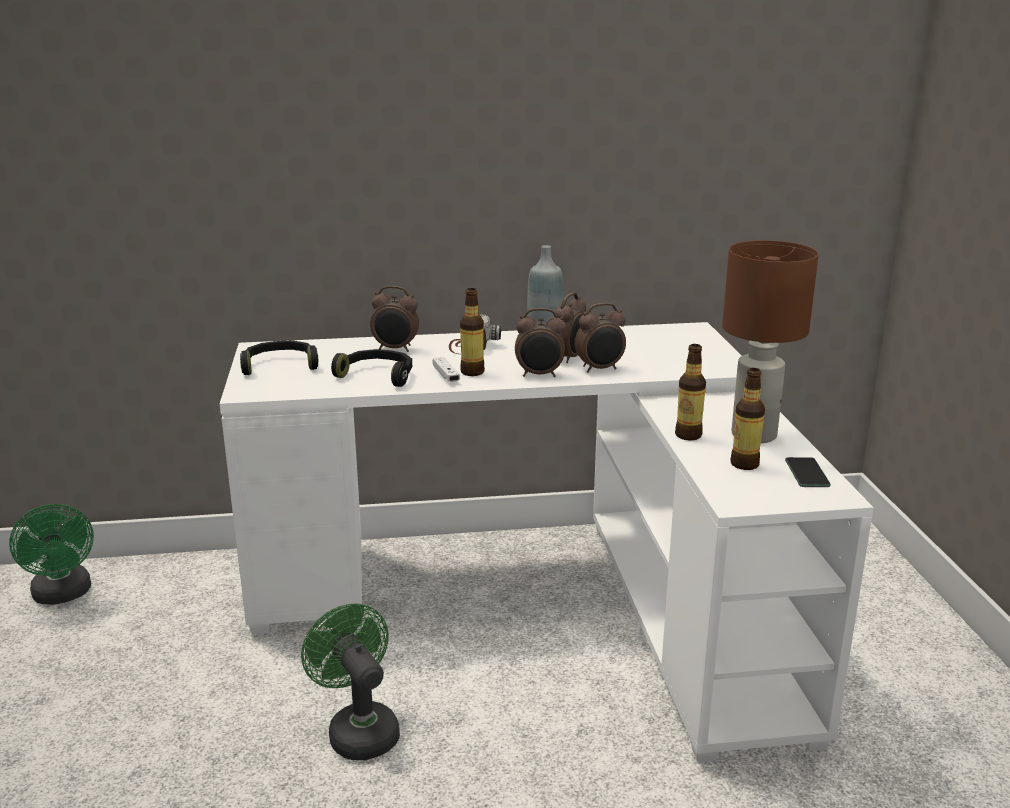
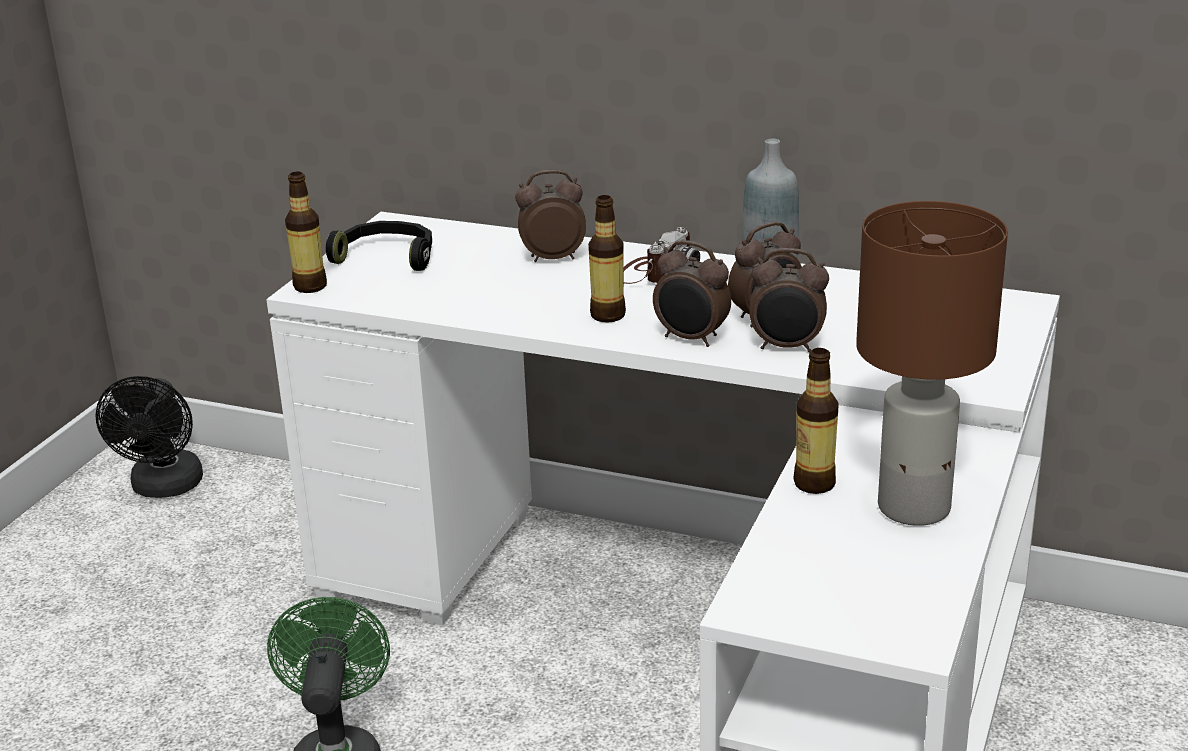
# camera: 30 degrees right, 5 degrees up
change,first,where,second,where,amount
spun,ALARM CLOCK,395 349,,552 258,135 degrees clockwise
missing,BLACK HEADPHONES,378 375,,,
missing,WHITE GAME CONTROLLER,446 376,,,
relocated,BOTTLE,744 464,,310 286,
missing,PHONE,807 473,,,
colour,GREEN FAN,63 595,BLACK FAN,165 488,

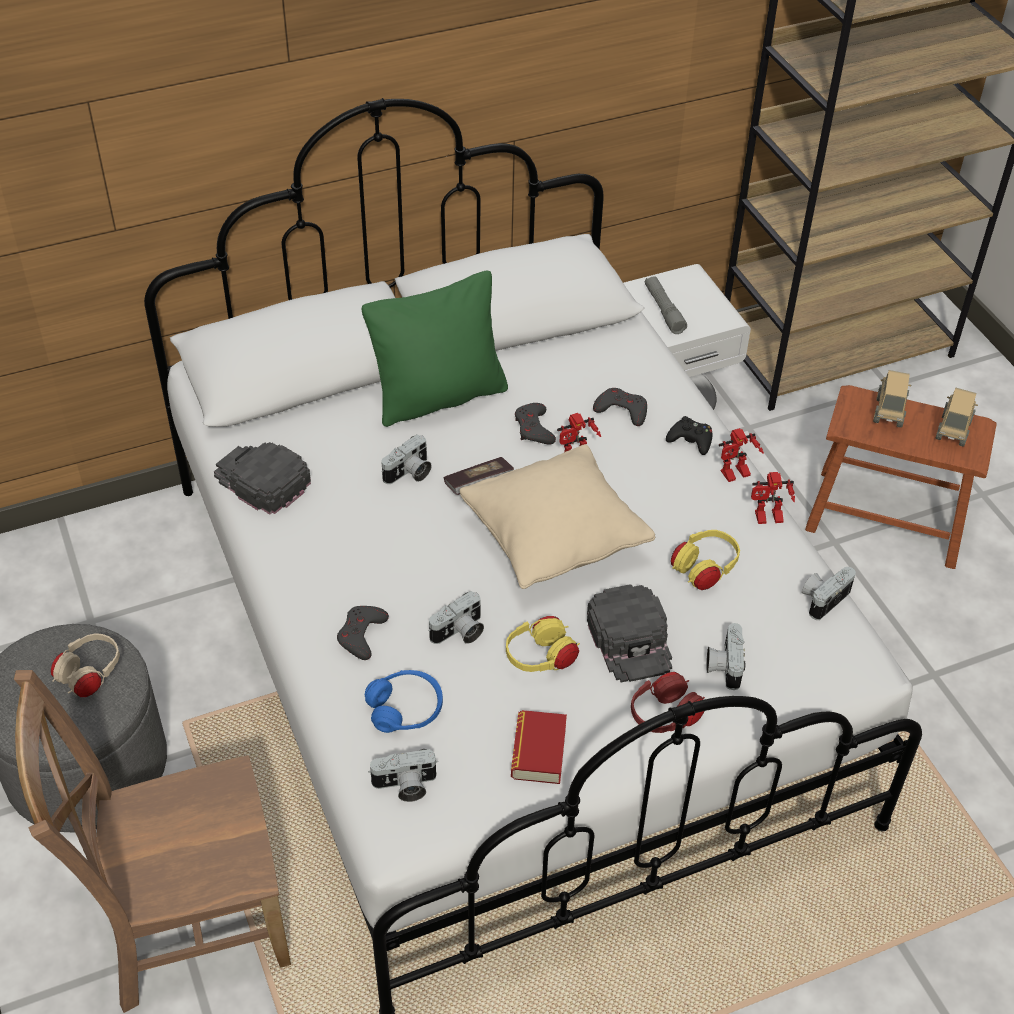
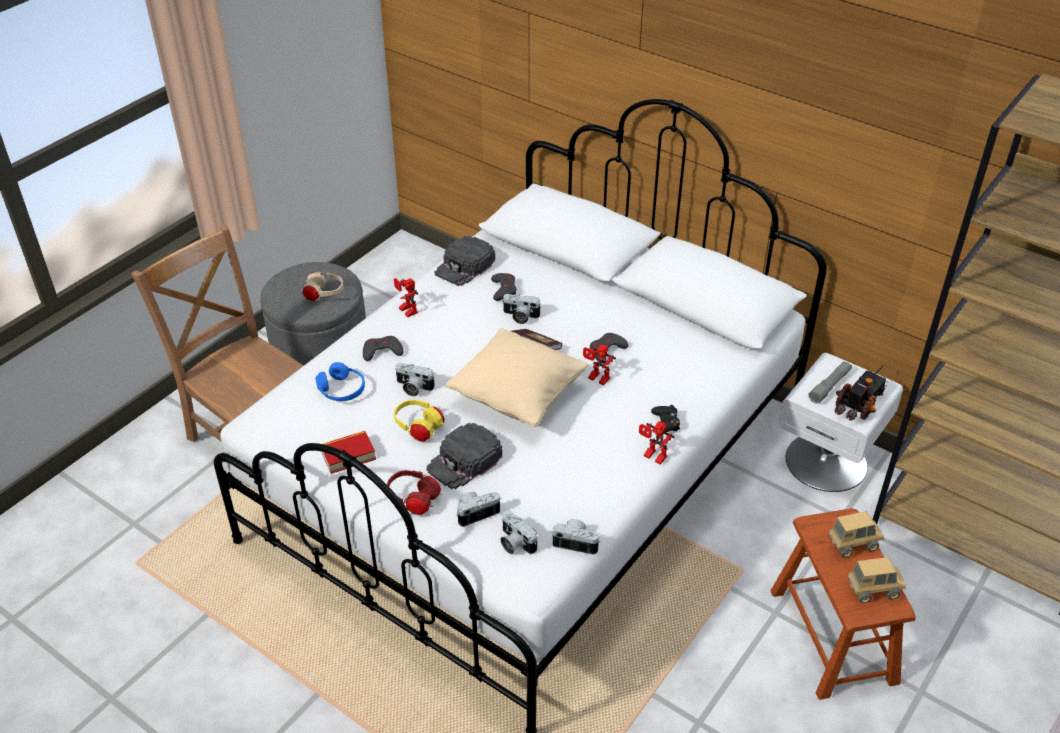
# camera: 60 degrees right, 5 degrees down
change,first,where,second,where,amount
missing,GREEN PILLOW,439 397,,,
relocated,GREY GAME CONTROLLER,622 410,,504 289,
spun,BLACK CAP,261 480,,465 266,150 degrees counterclockwise
relocated,TOY ROBOT,767 519,,405 311,
missing,YELLOW HEADPHONES,704 570,,,
relocated,PHOTO CAMERA,405 786,,514 543,
appeared,,,TOY TRUCK,859 404,

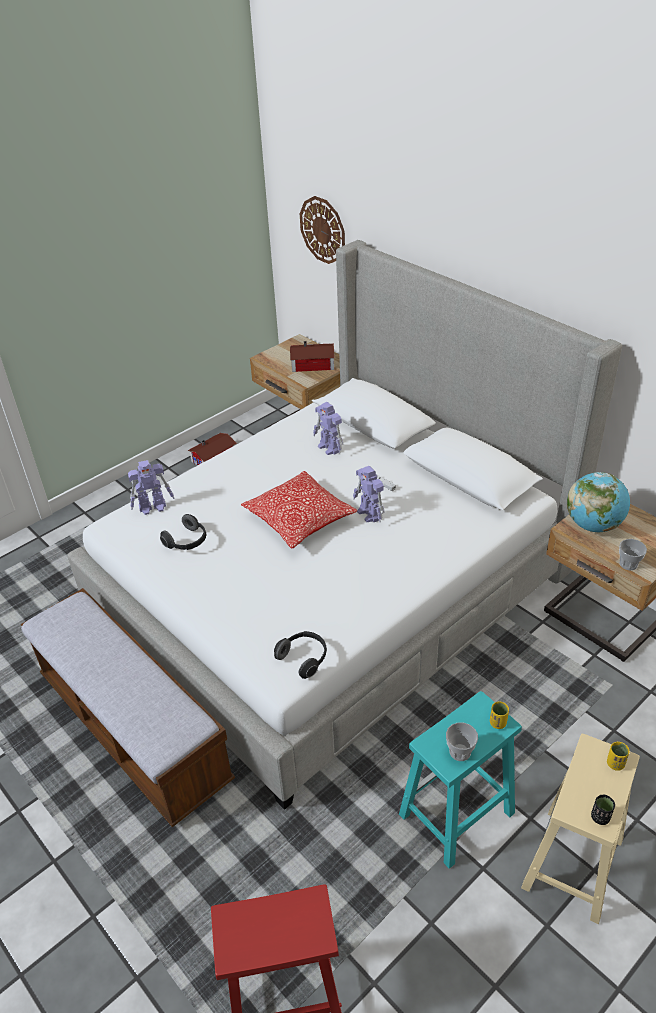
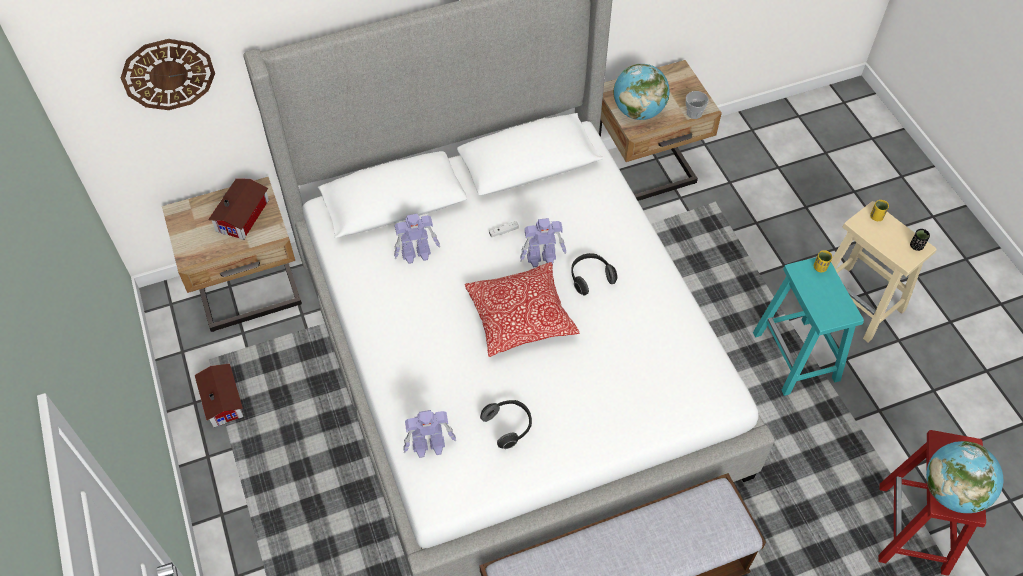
# camera: 70 degrees left, 15 degrees up
change,first,where,second,where,amount
spun,TOY ROBOT,153 507,,430 446,75 degrees clockwise
relocated,HEADPHONES,304 658,,590 278,
missing,CUP,460 752,,,
appeared,,,GLOBE,952 491,

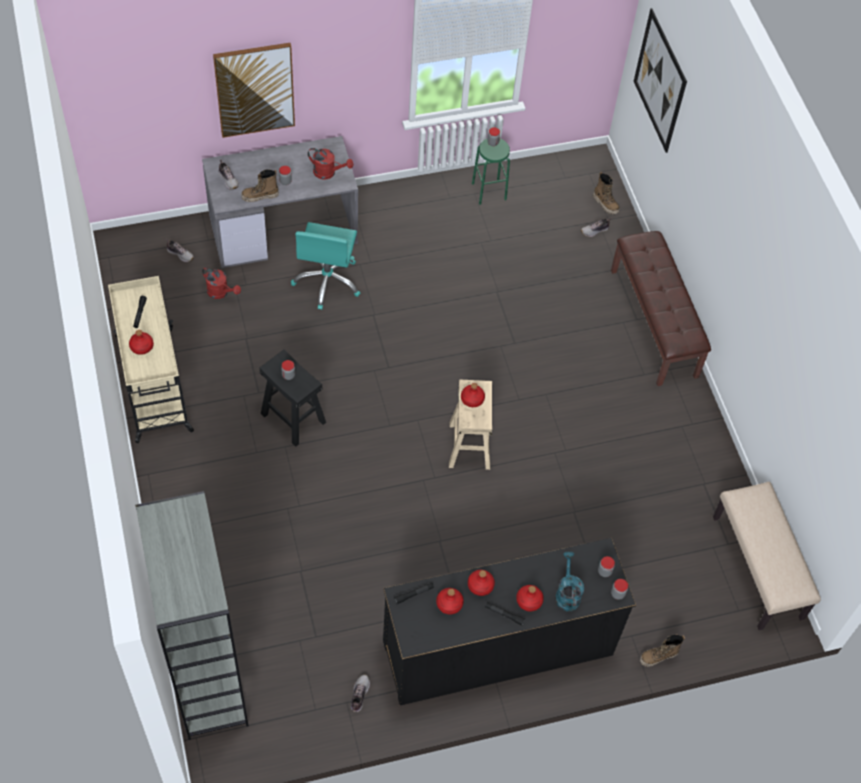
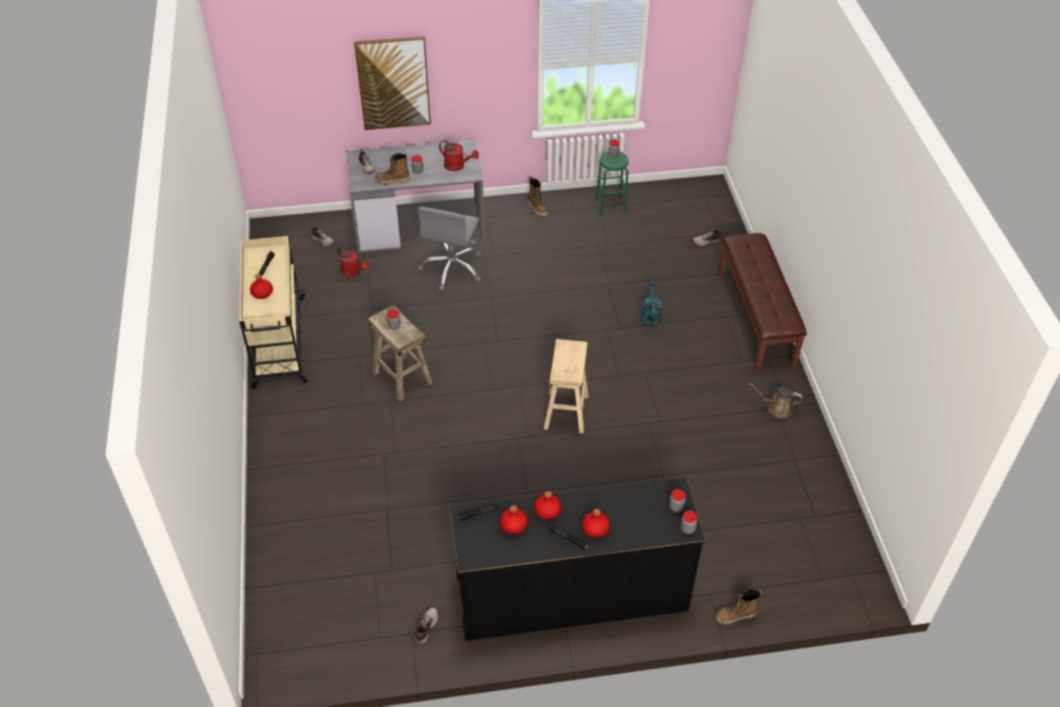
# camera: 10 degrees right, 10 degrees down
change,first,where,second,where,amount
missing,PICTURE,659 81,,,
relocated,BOOT,605 204,,537 209,
colour,TURQUOISE OFFICE CHAIR,327 281,GREY OFFICE CHAIR,452 268,
colour,BLACK STOOL,292 418,BEIGE STOOL,401 377,
missing,RED BOTTLE,472 399,,,
missing,BEIGE BENCH,758 567,,,
missing,GREY BOOKCASE,207 677,,,
relocated,TURQUOISE WATERING CAN,567 593,,650 315,
appeared,,,BROWN WATERING CAN,776 408,

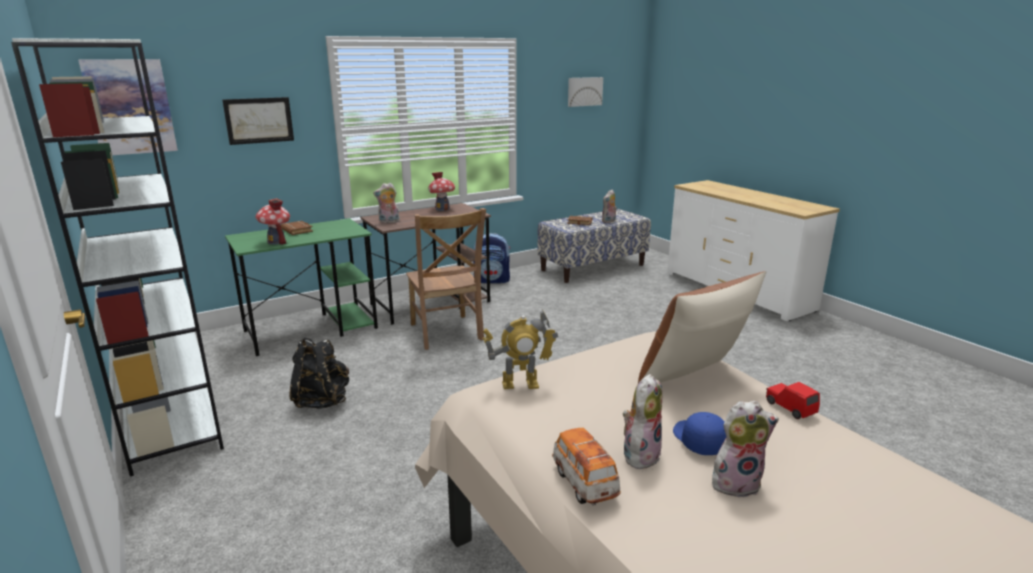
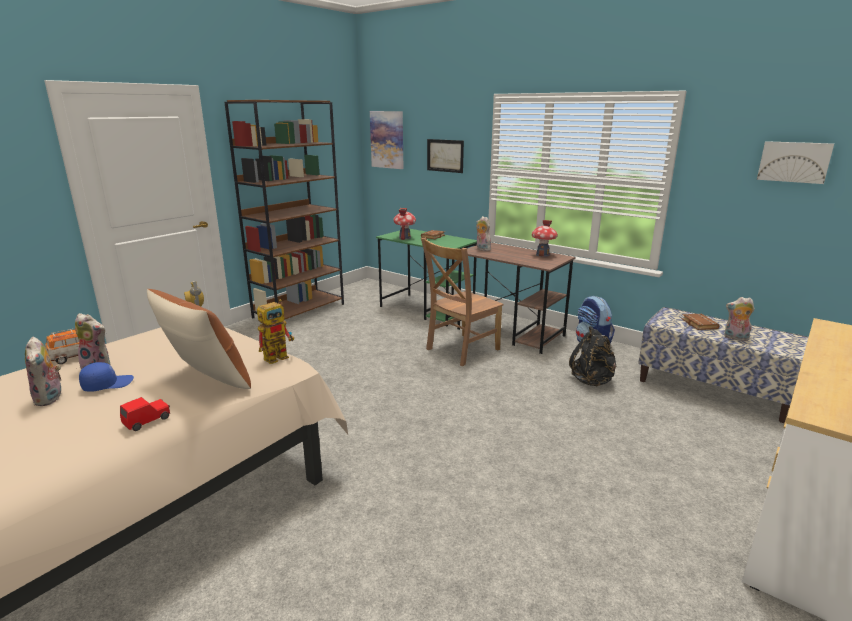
# camera: 70 degrees right, 0 degrees up
change,first,where,second,where,amount
colour,WHITE BOOKCASE,170 422,BROWN BOOKCASE,299 310,
relocated,BLACK BACKPACK,322 401,,592 380,
appeared,,,TOY ROBOT,279 356,

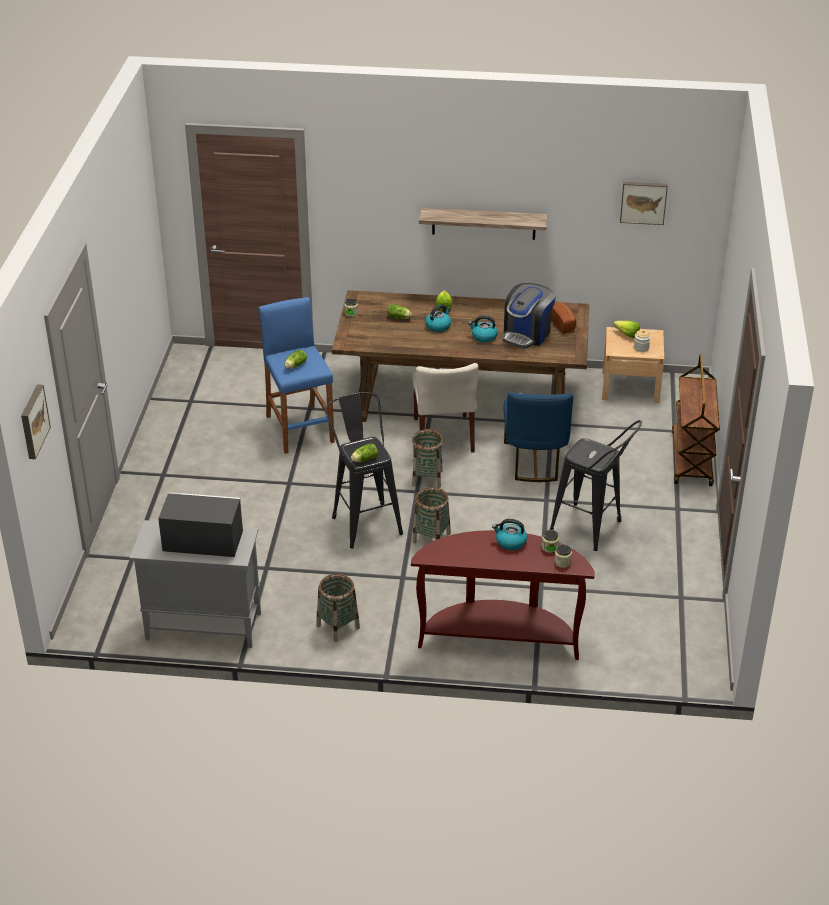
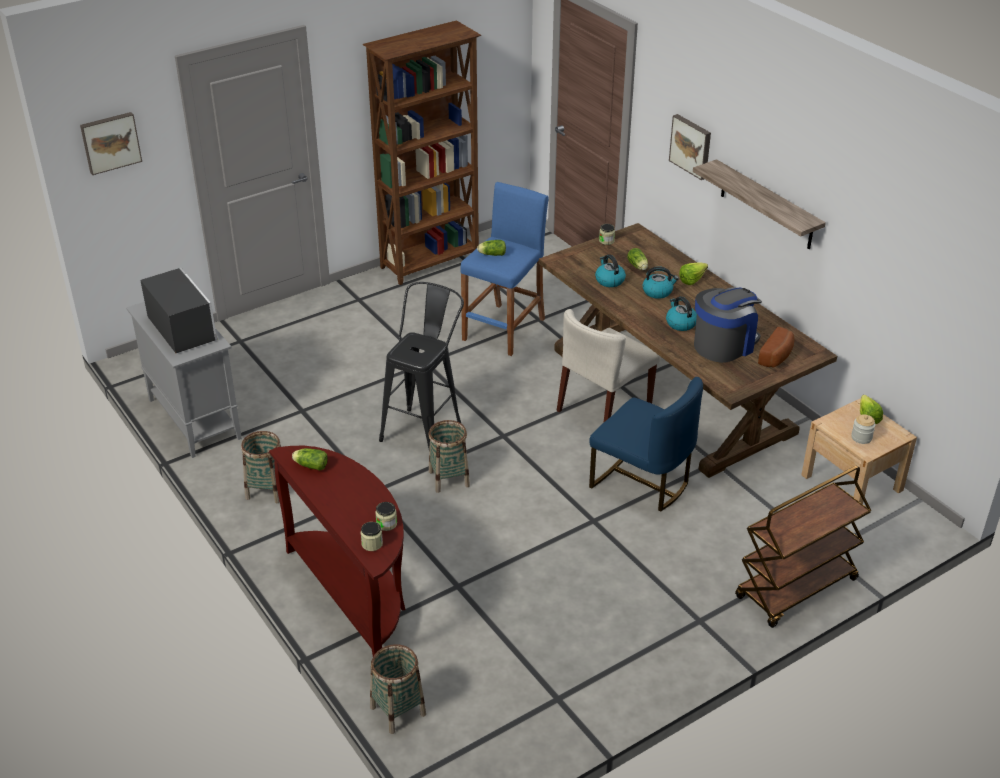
# camera: 50 degrees right, 0 degrees up
change,first,where,second,where,amount
relocated,PICTURE,643 202,,691 146,
spun,COFFEE MACHINE,527 334,,724 345,150 degrees clockwise
spun,BLUE CHAIR,534 461,,642 482,105 degrees counterclockwise
missing,BLACK STOOL,592 530,,,
relocated,BASKET,427 478,,397 711,
relocated,LETTUCE,363 460,,310 465,
relocated,KETTLE,510 542,,609 280,
appeared,,,BROWN BOOKCASE,431 262,

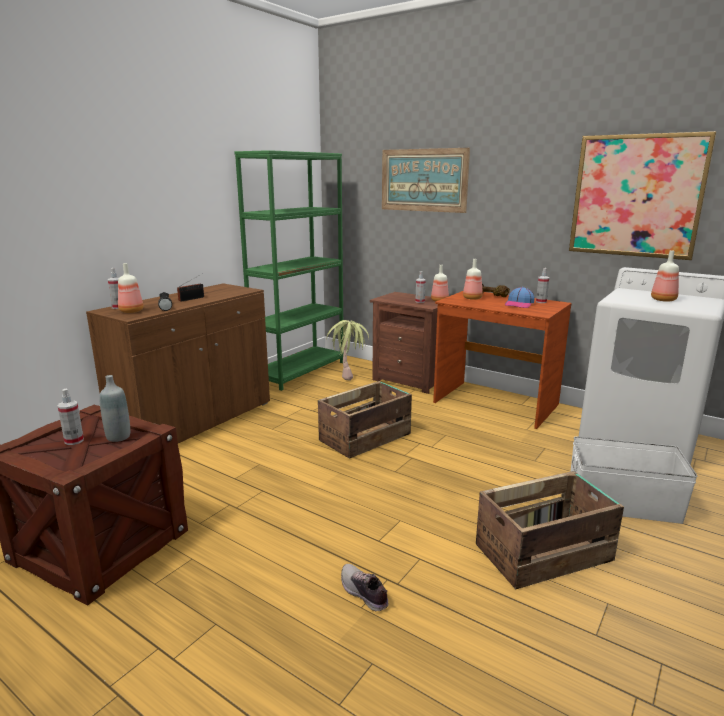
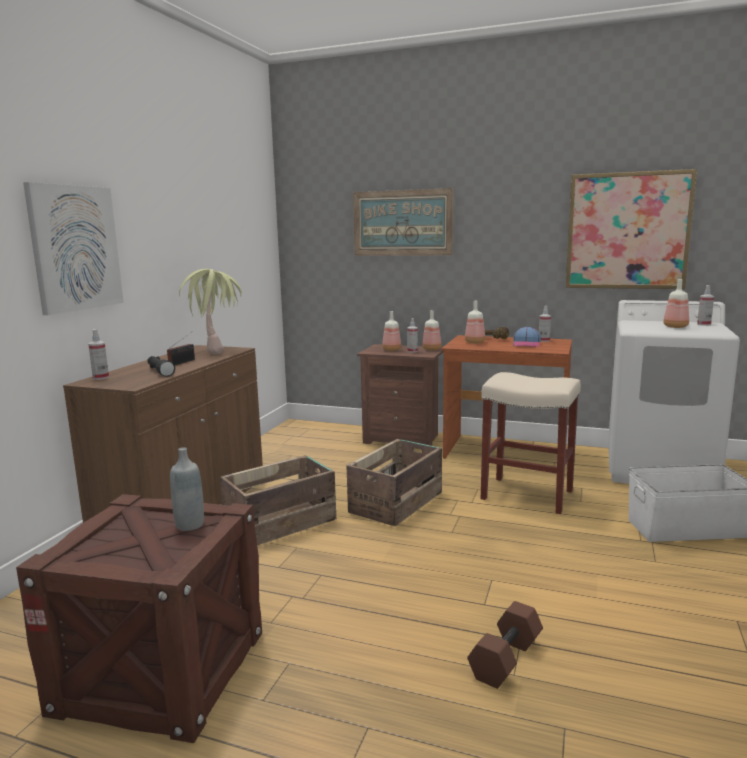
# camera: 15 degrees left, 5 degrees down
change,first,where,second,where,amount
missing,GREEN BOOKCASE,299 371,,,
relocated,BOTTLE,130 311,,391 350,
relocated,POTTED PLANT,348 375,,216 350,
relocated,SPRAY BOTTLE,74 441,,704 324,
relocated,CRATE,545 553,,282 522,
exchanged,SHOE,363 593,BROWN DUMBBELL,506 660,
appeared,,,PICTURE,75 248,
appeared,,,BEIGE STOOL,525 495,

